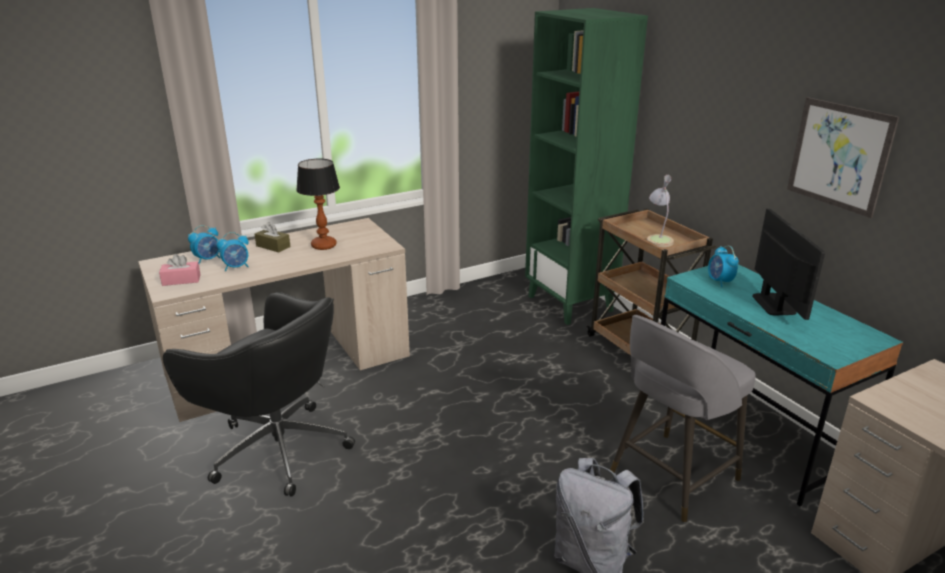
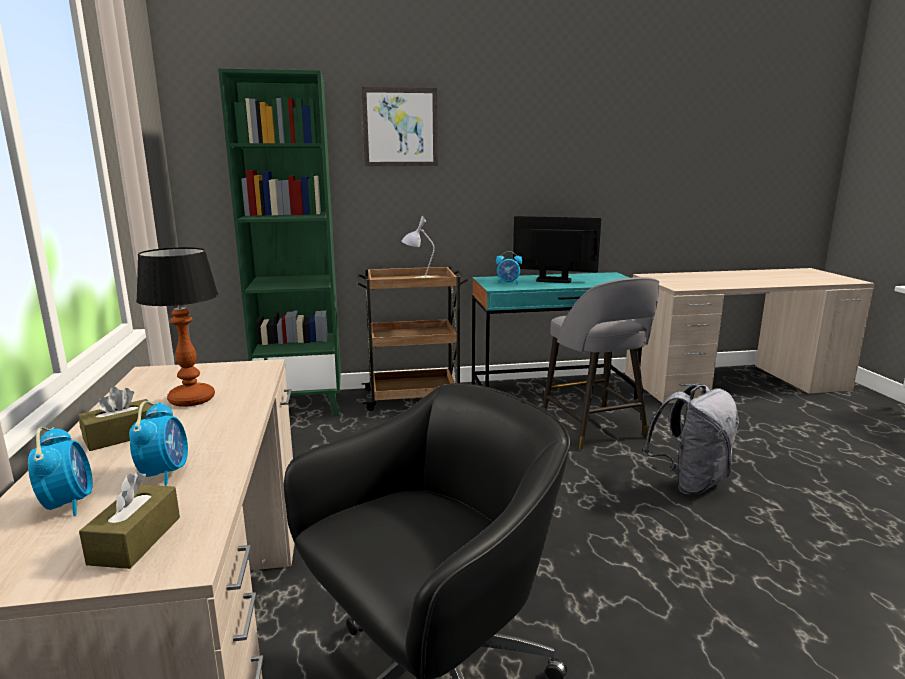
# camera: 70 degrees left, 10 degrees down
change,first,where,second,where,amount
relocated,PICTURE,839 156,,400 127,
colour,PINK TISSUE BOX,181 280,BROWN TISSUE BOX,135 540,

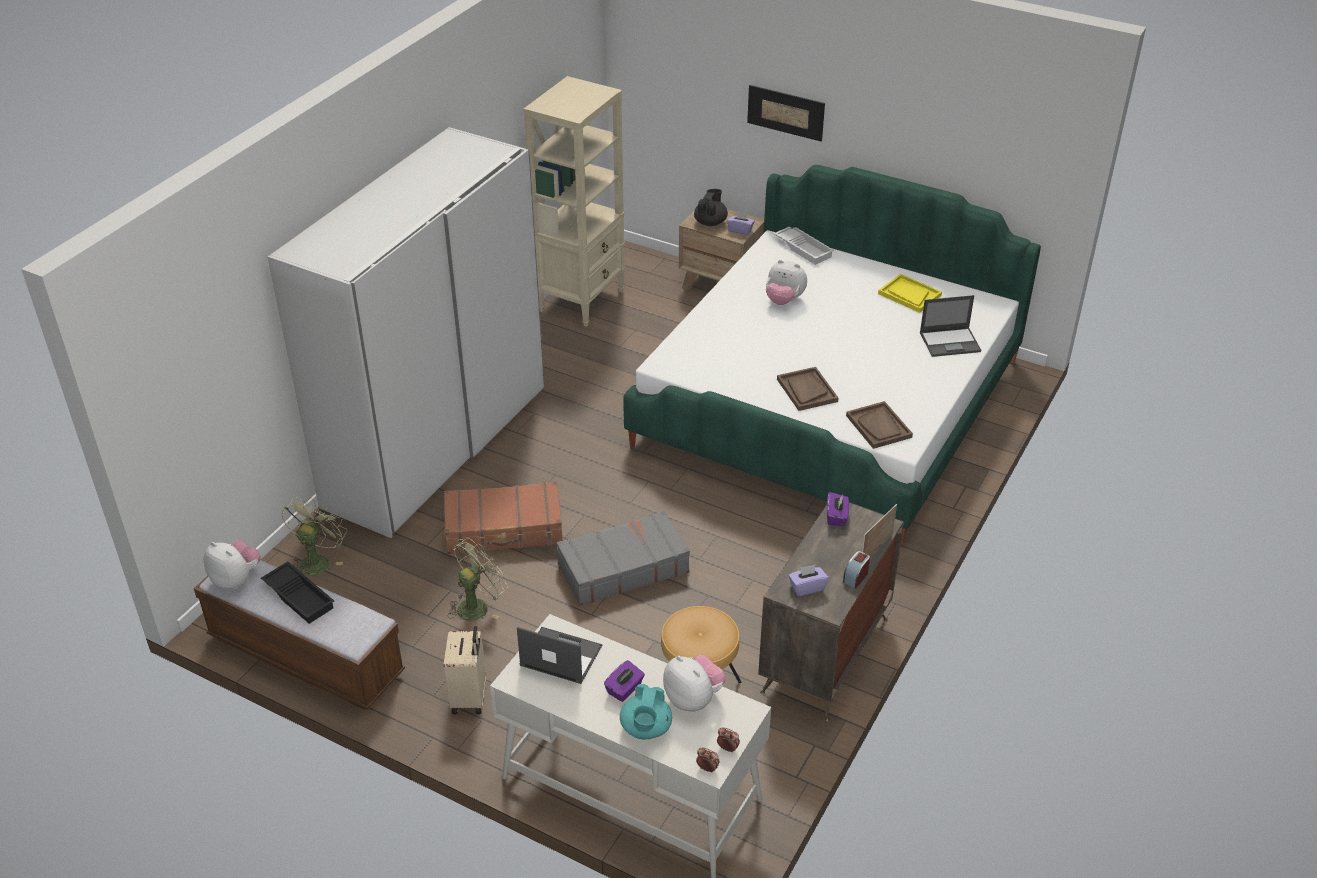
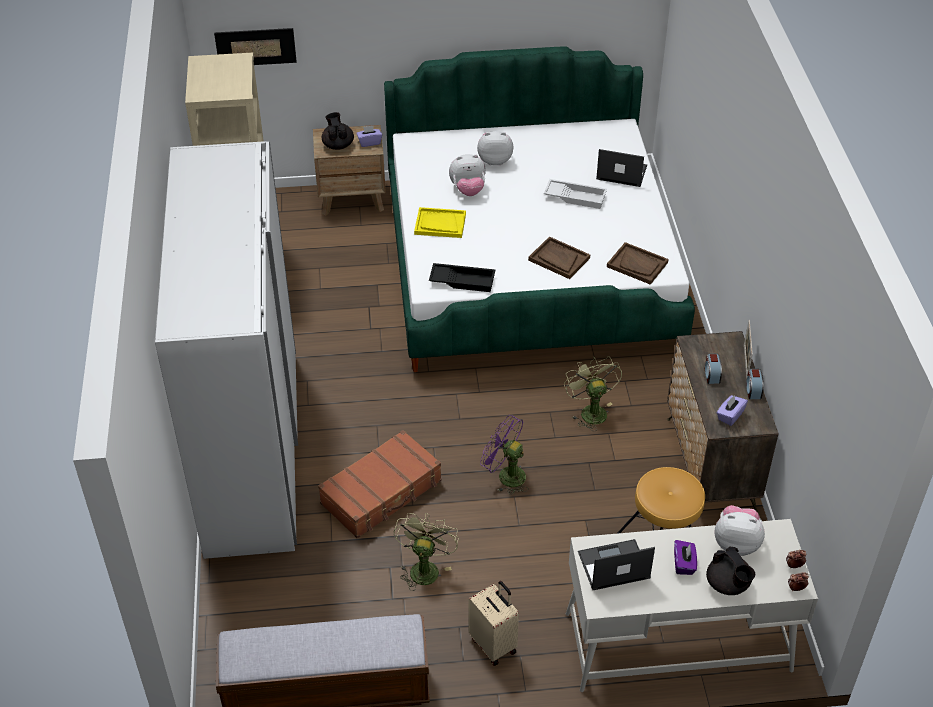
# camera: 35 degrees left, 5 degrees up
change,first,where,second,where,amount
relocated,PICTURE,785 112,,255 47,
relocated,WHITE TRAY,804 248,,575 197,
relocated,YELLOW TRAY,909 294,,440 224,
spun,LAPTOP,950 342,,621 172,120 degrees counterclockwise
missing,PURPLE TISSUE BOX,836 517,,,
relocated,GREEN FAN,317 560,,590 411,
exchanged,GREY SUITCASE,622 568,PURPLE FAN,506 475,
relocated,PLUSH TOY,236 579,,494 160,
relocated,BLACK TRAY,300 596,,463 280,
colour,TURQUOISE TEAPOT,646 729,BLACK TEAPOT,728 584,
appeared,,,ALARM CLOCK,711 375,

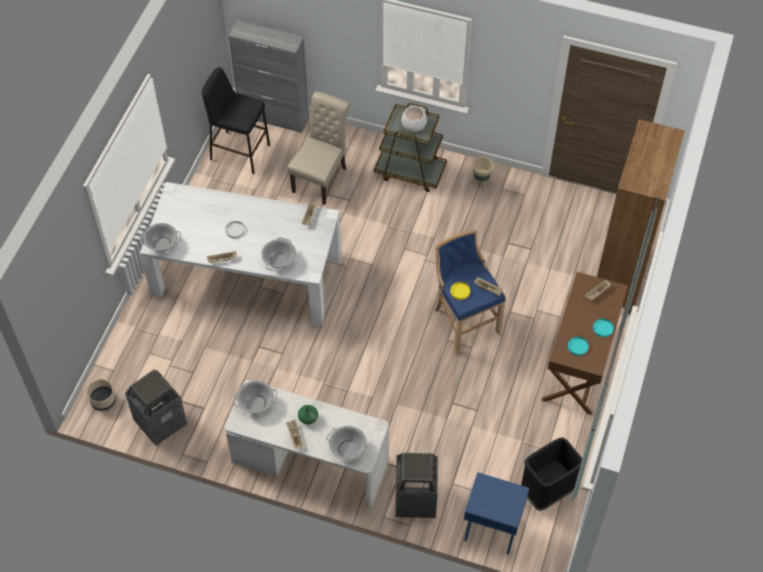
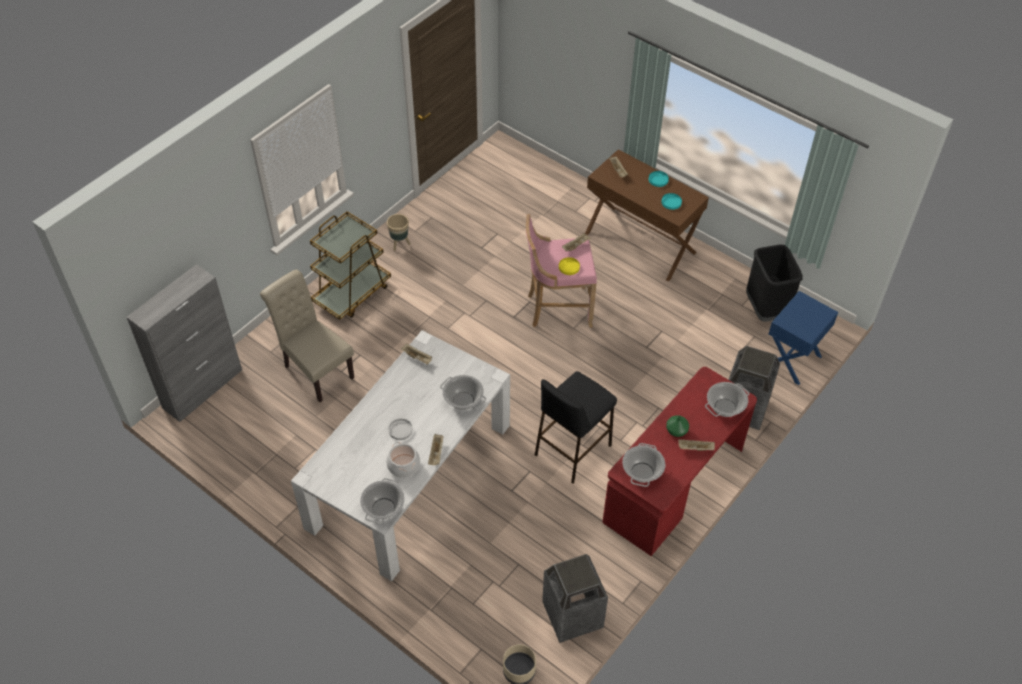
# camera: 70 degrees left, 5 degrees down
change,first,where,second,where,amount
relocated,BLACK STOOL,239 152,,572 450,
relocated,COOKING POT,414 124,,404 466,
missing,BROWN BOOKCASE,620 277,,,
colour,BLUE STOOL,464 321,PINK STOOL,557 309,
colour,WHITE DESK,310 463,RED DESK,674 484,

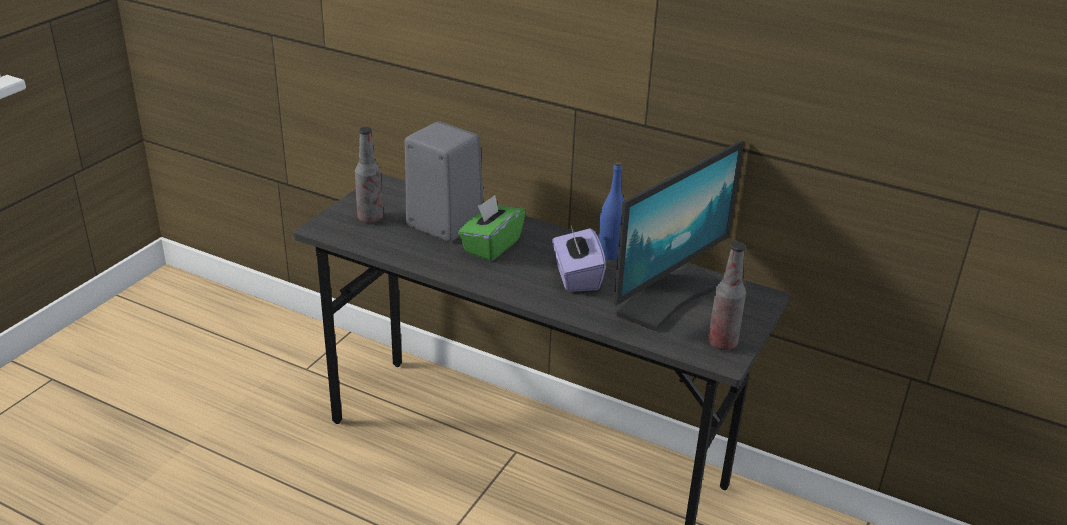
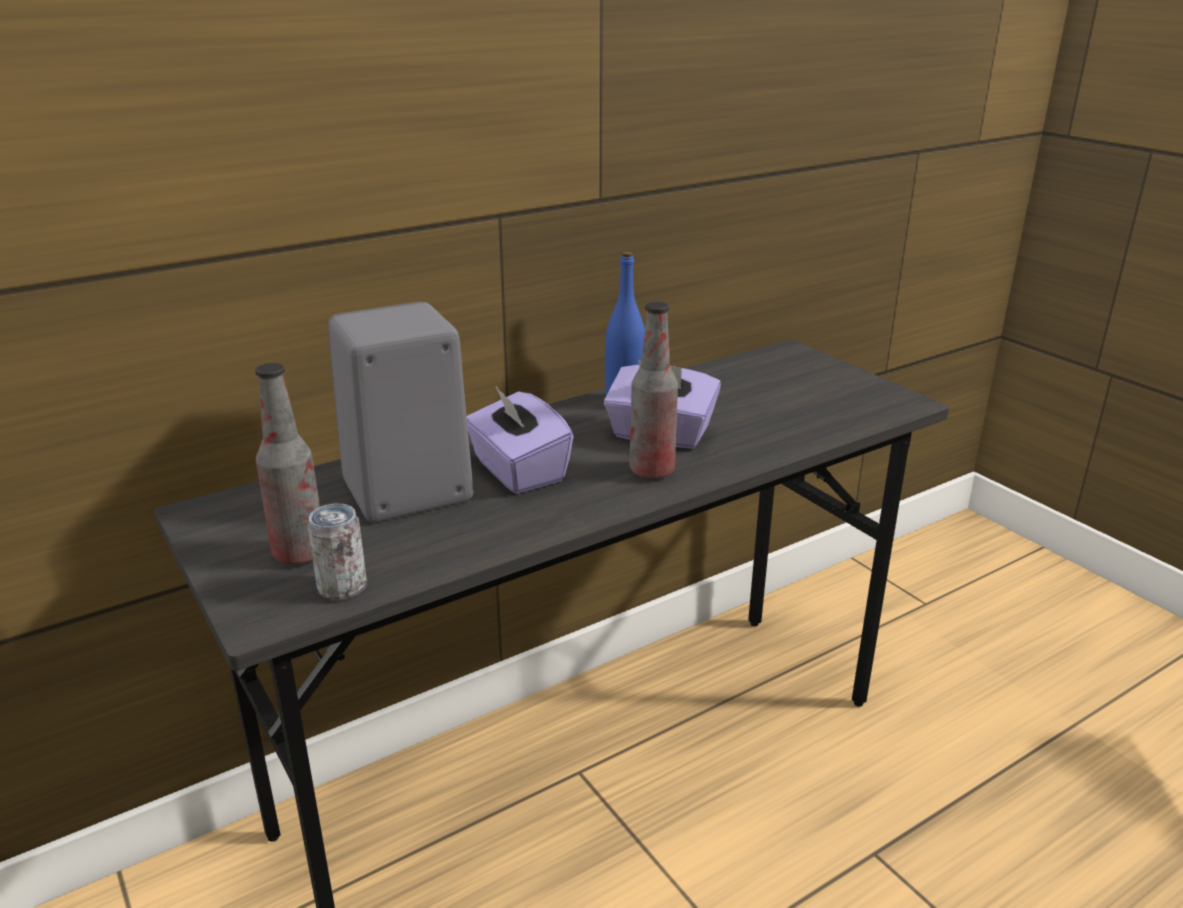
# camera: 60 degrees left, 5 degrees down
change,first,where,second,where,amount
missing,MONITOR,667 296,,,
colour,GREEN TISSUE BOX,491 246,PURPLE TISSUE BOX,517 471,
relocated,BOTTLE,722 343,,652 471,
appeared,,,CAN,342 588,

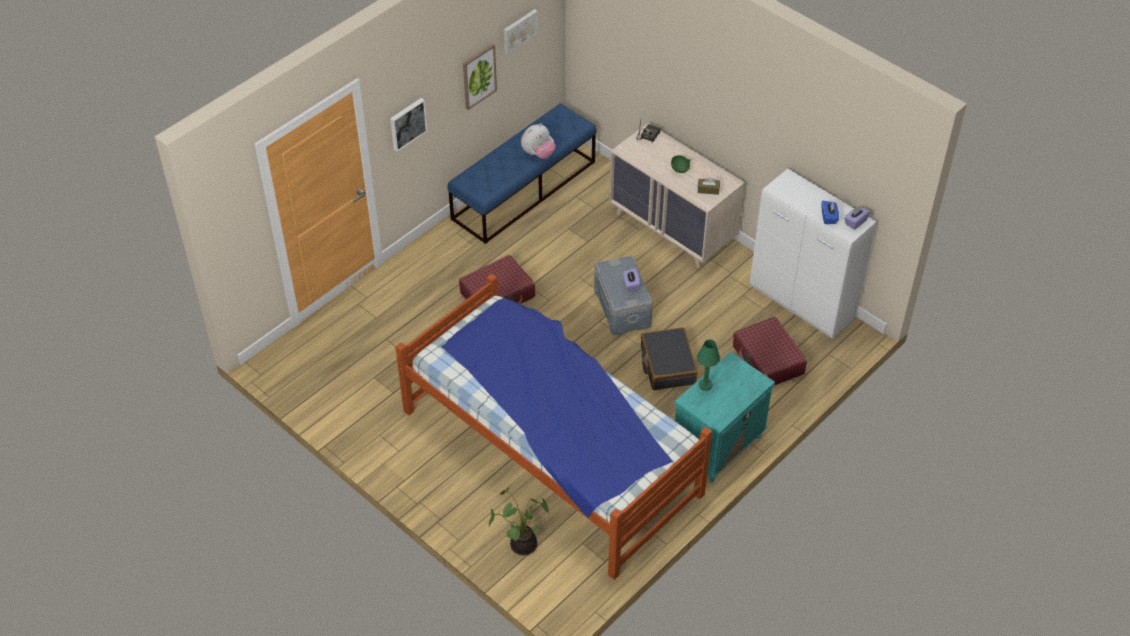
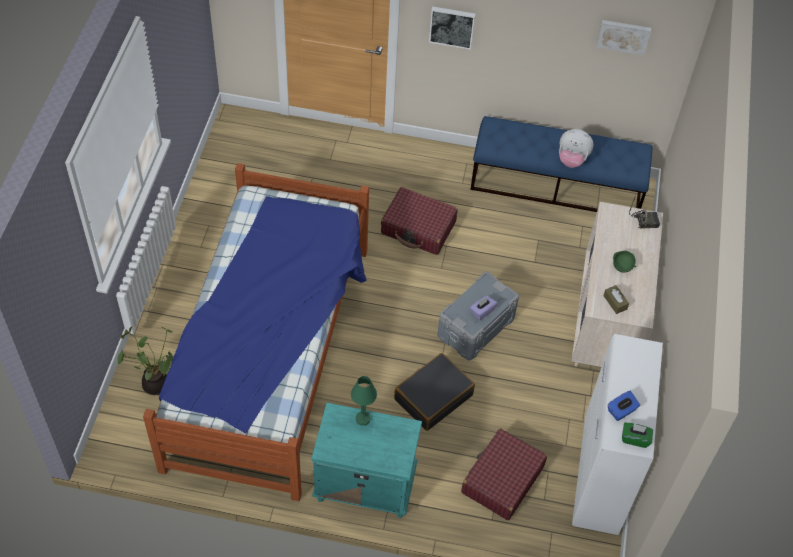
# camera: 55 degrees right, 5 degrees up
change,first,where,second,where,amount
missing,PICTURE,478 76,,,
colour,PURPLE TISSUE BOX,855 222,GREEN TISSUE BOX,635 439,

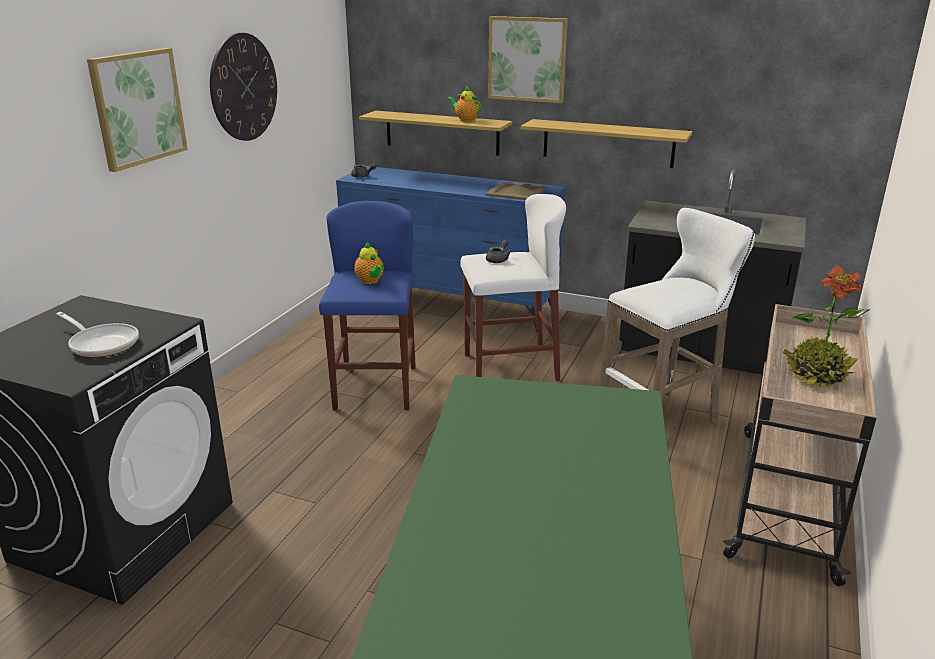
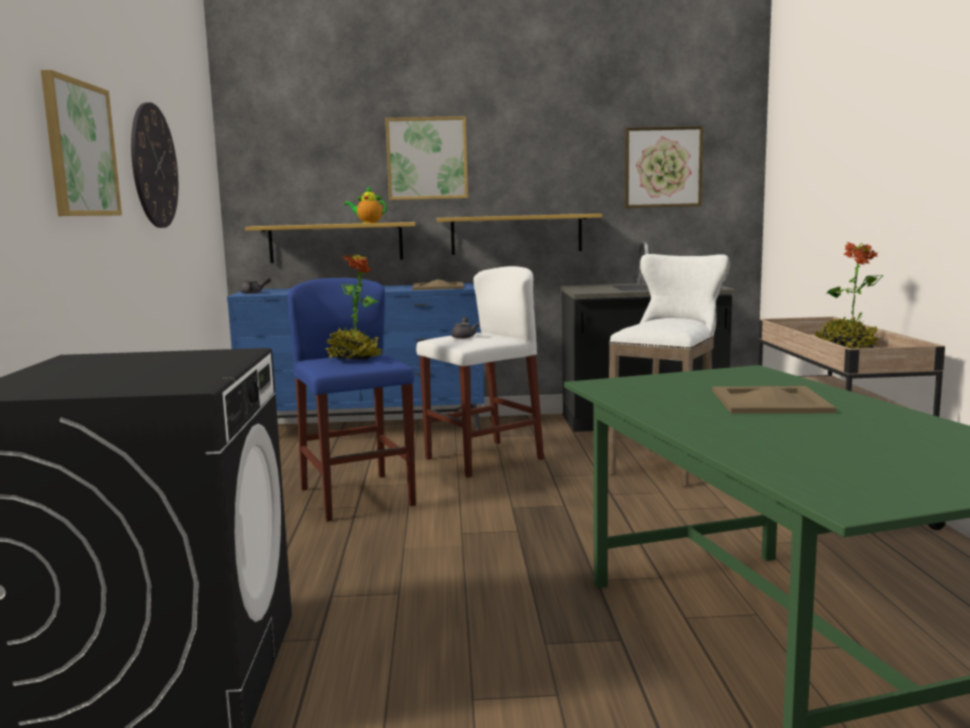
# camera: 25 degrees left, 15 degrees down
change,first,where,second,where,amount
exchanged,TEAPOT,370 281,POTTED PLANT,354 359,
missing,FRYING PAN,102 344,,,
appeared,,,PICTURE,663 167,
appeared,,,BEIGE TRAY,771 401,

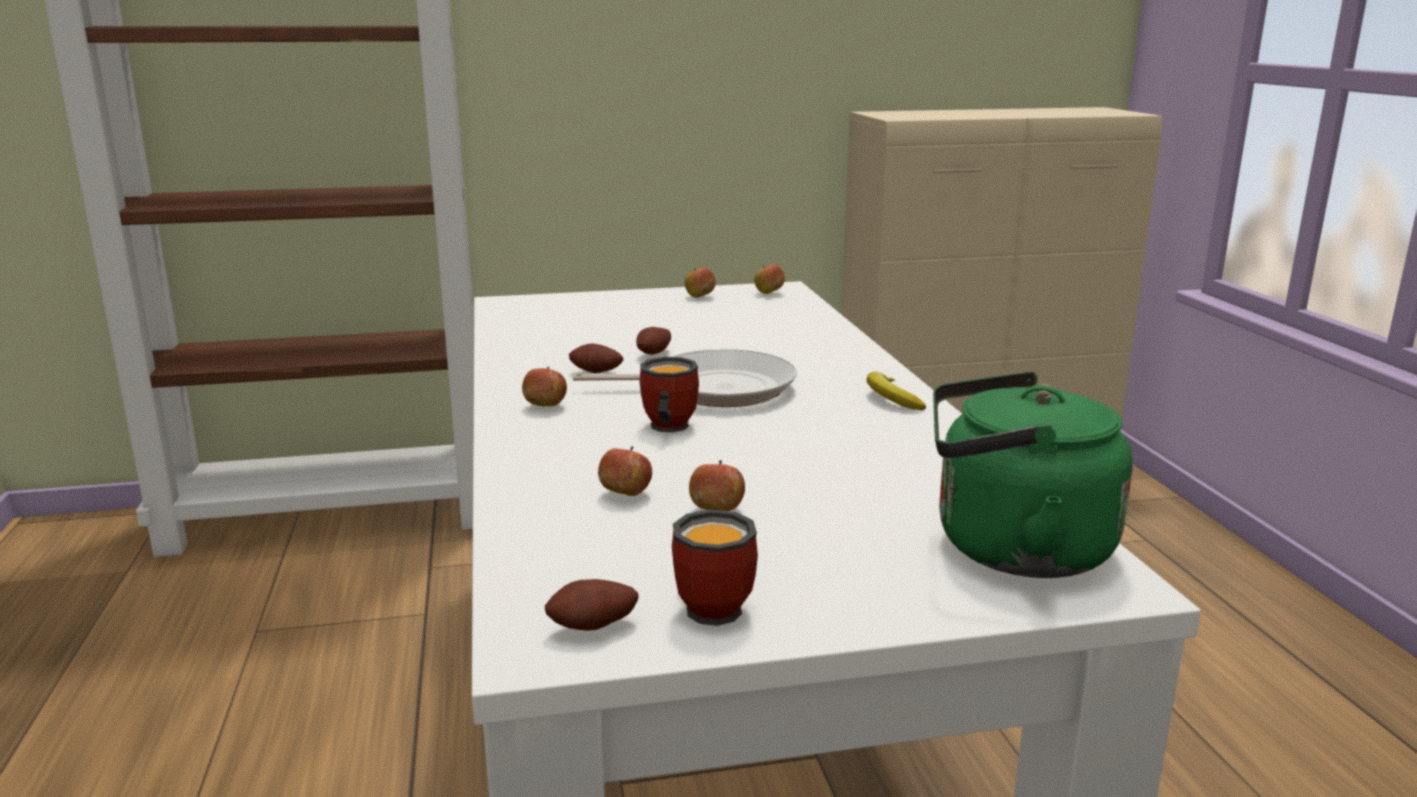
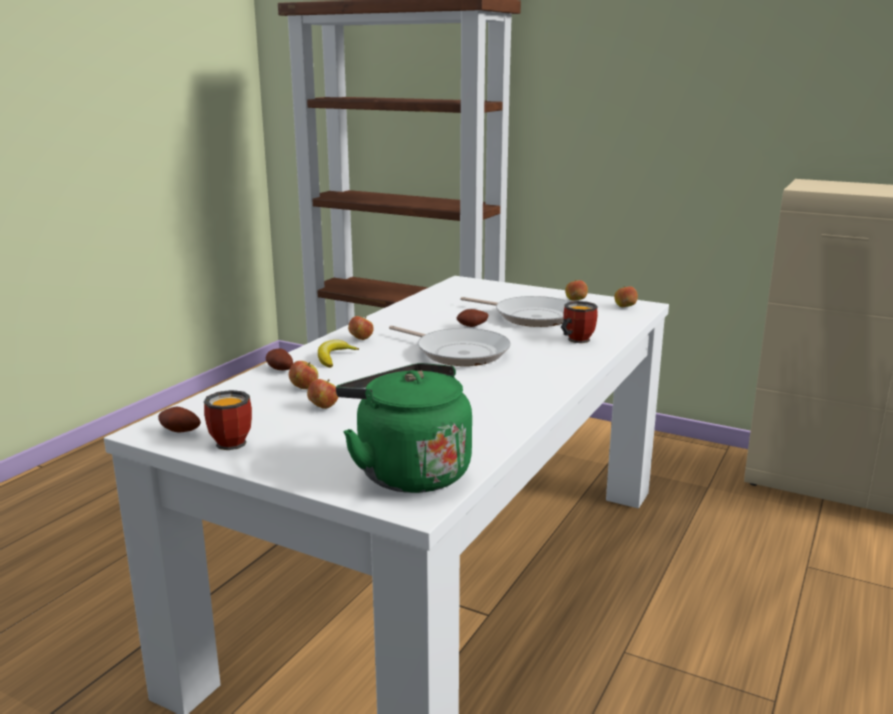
# camera: 40 degrees right, 0 degrees up
change,first,where,second,where,amount
relocated,POTATO,595 373,,279 370,
relocated,MUG,665 428,,574 340,
relocated,BANANA,891 399,,334 358,
appeared,,,FRYING PAN,530 316,

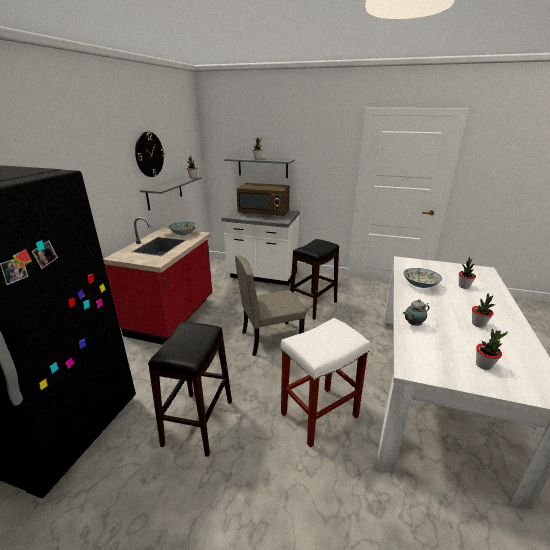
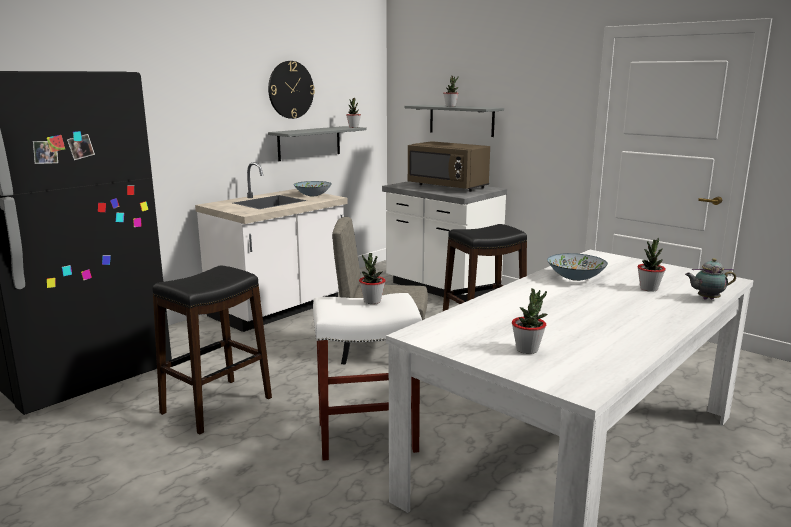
# camera: 25 degrees right, 10 degrees down
change,first,where,second,where,amount
colour,RED COUNTER,172 317,WHITE COUNTER,279 309,
relocated,POTTED PLANT,478 324,,372 301,
relocated,TEAPOT,413 324,,706 299,

